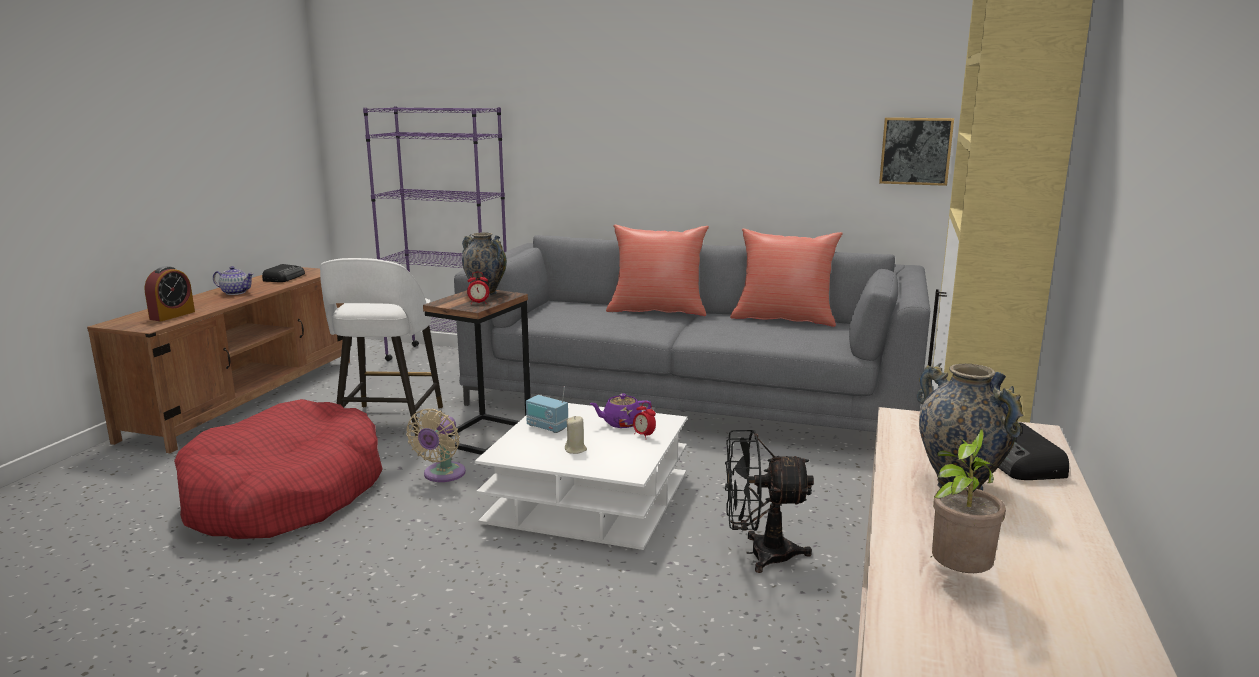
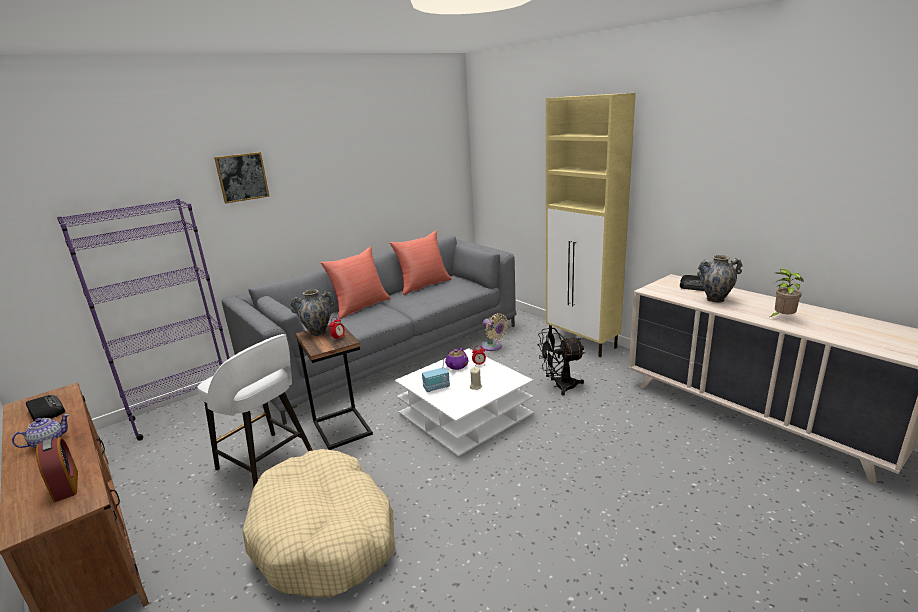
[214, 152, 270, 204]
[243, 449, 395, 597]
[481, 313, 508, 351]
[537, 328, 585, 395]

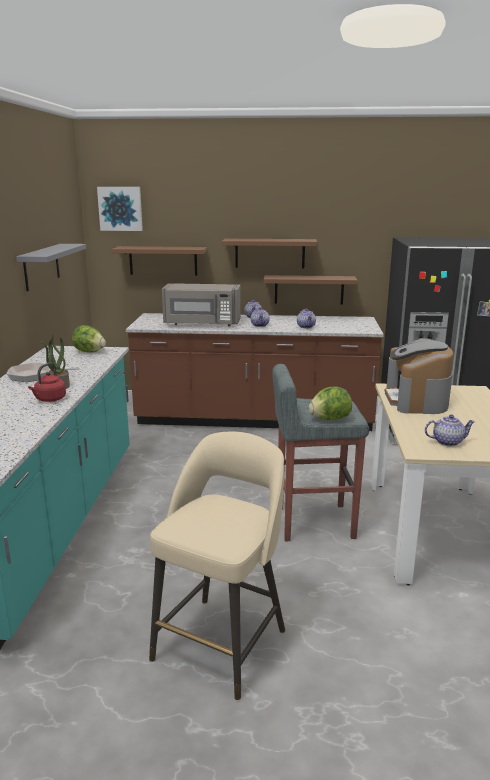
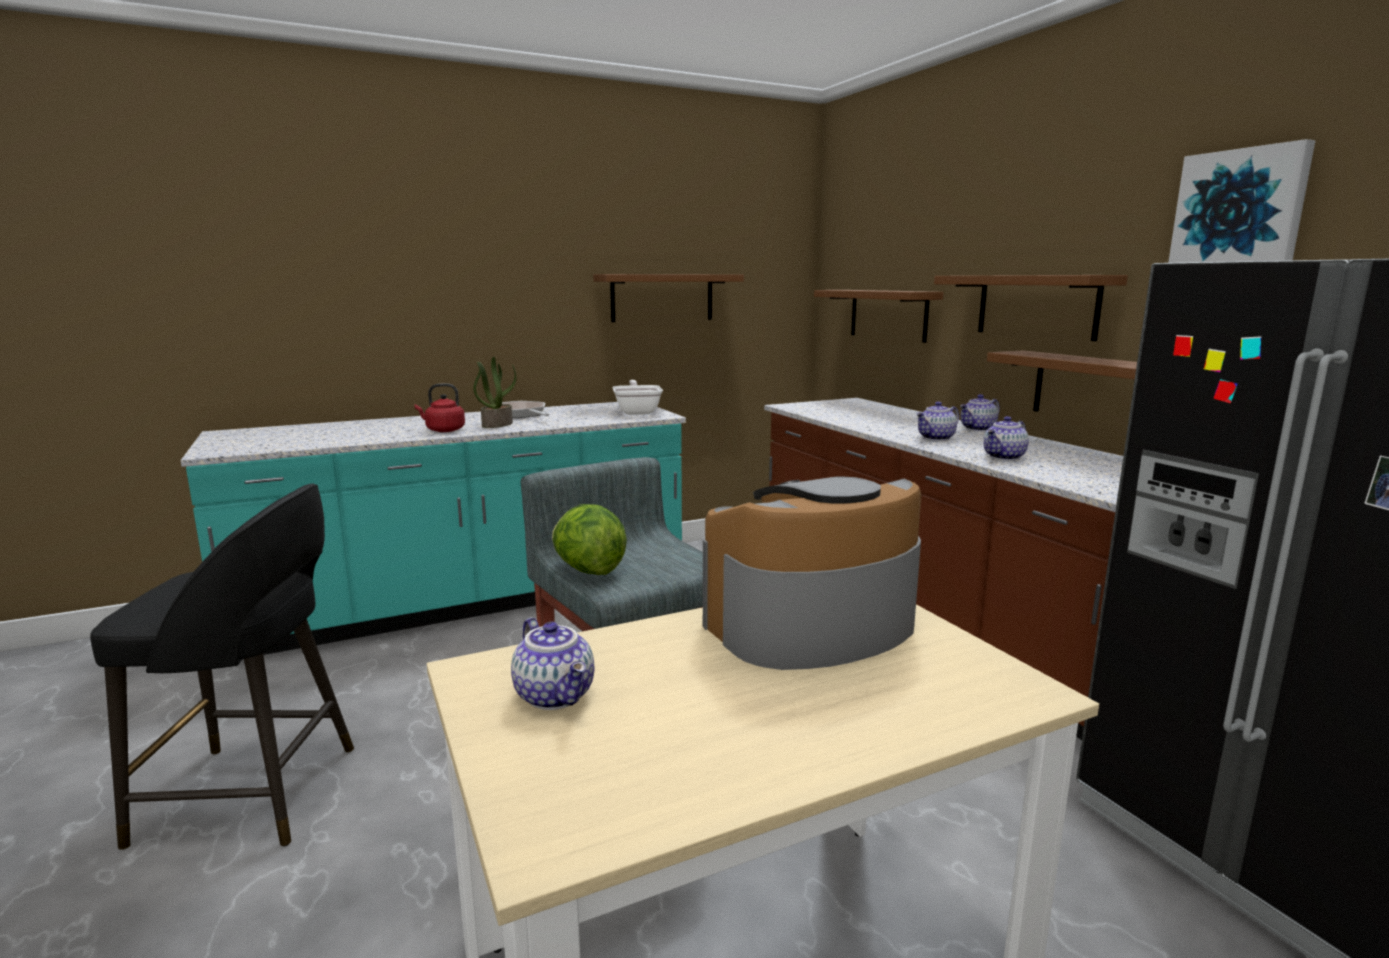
[1168, 139, 1316, 263]
[593, 274, 744, 322]
[162, 283, 241, 326] (first image)
[612, 380, 663, 415]
[90, 484, 354, 850]

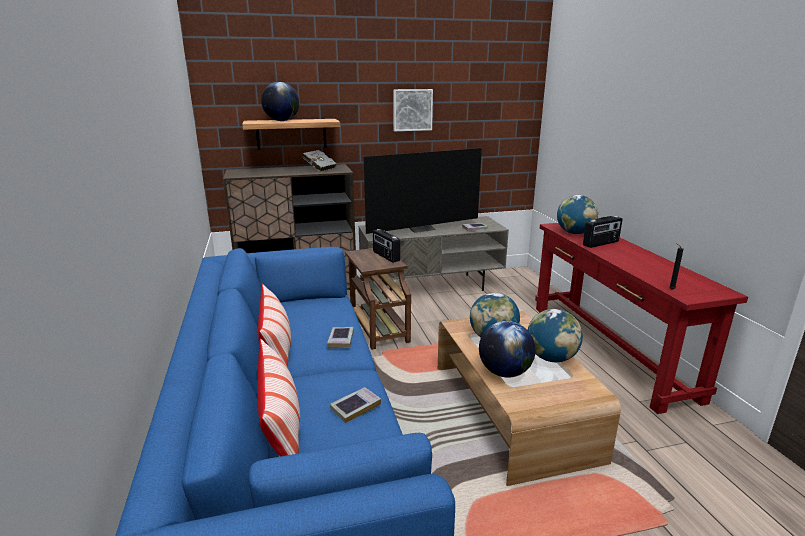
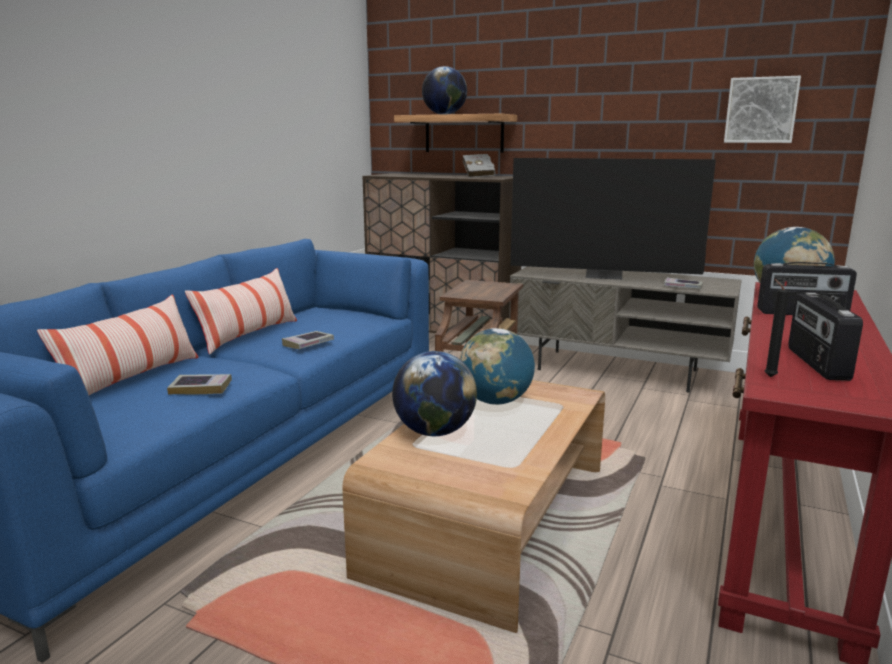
[724, 76, 801, 143]
[788, 293, 863, 381]
[528, 309, 583, 362] (first image)

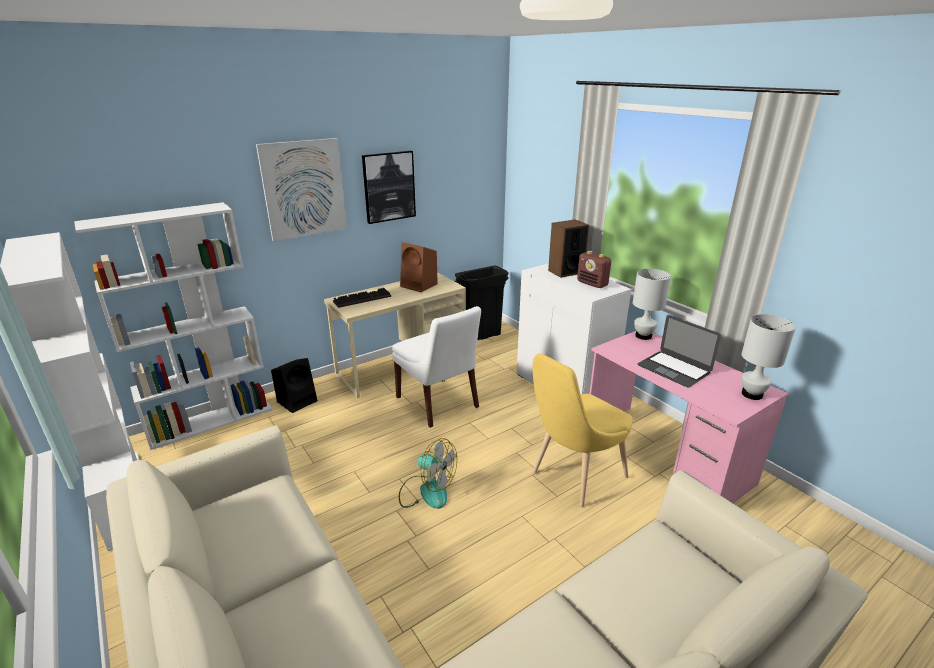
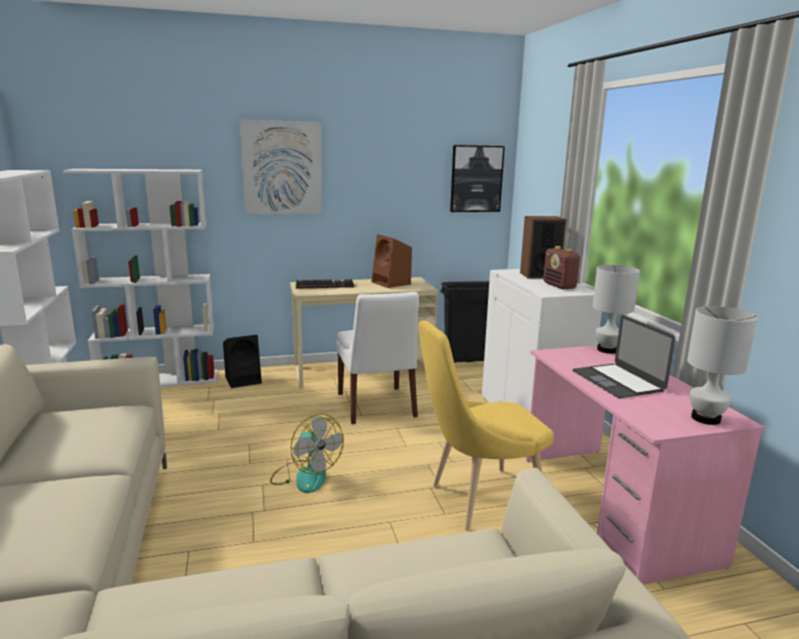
[450, 145, 505, 212]

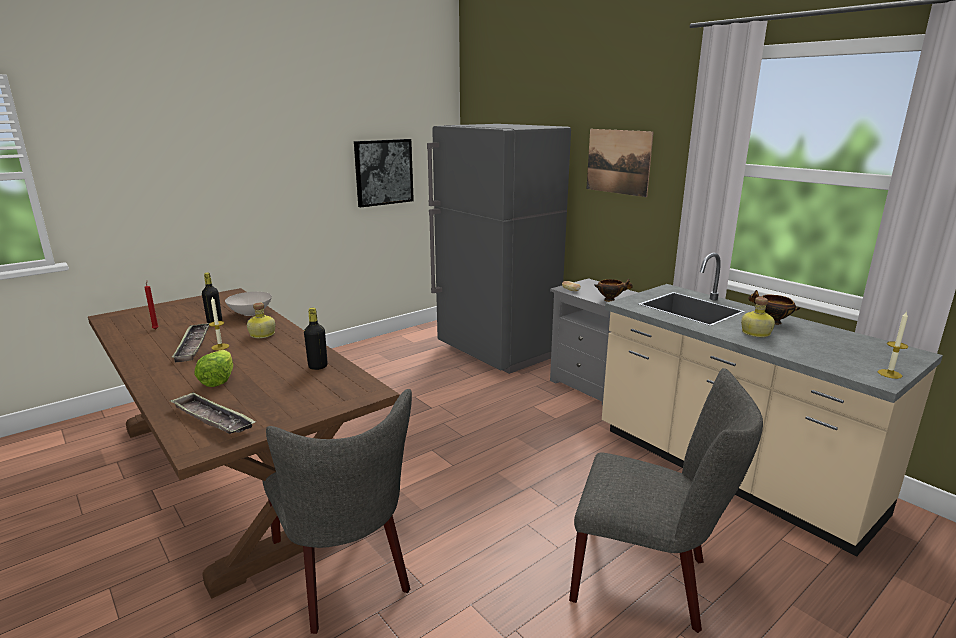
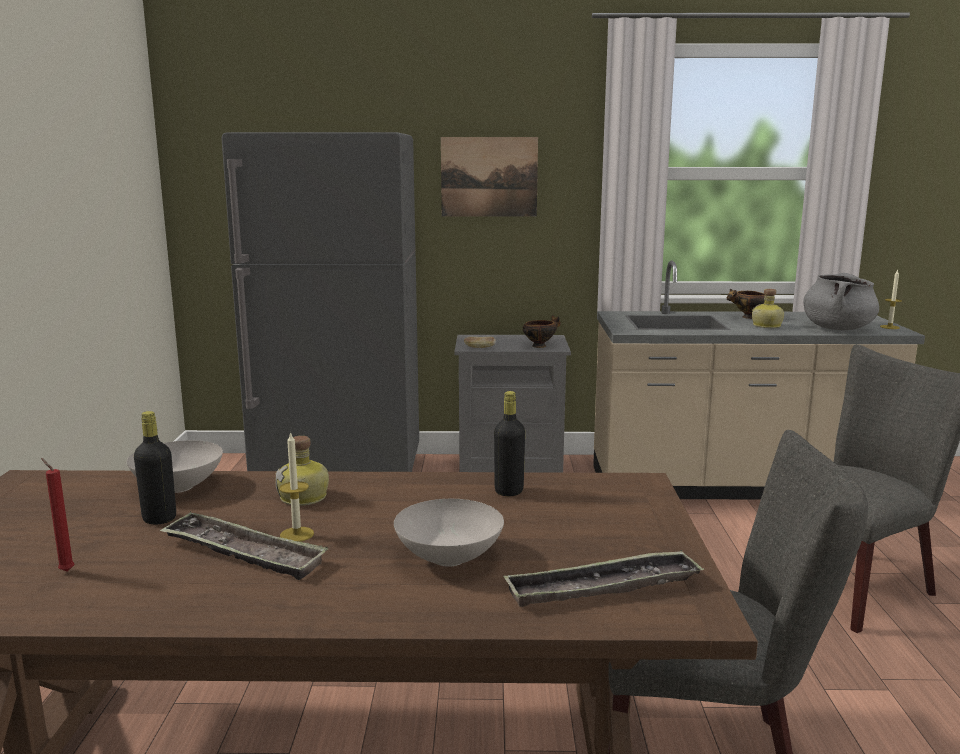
[354, 139, 414, 208] (first image)
[394, 499, 504, 567]
[803, 273, 879, 330]

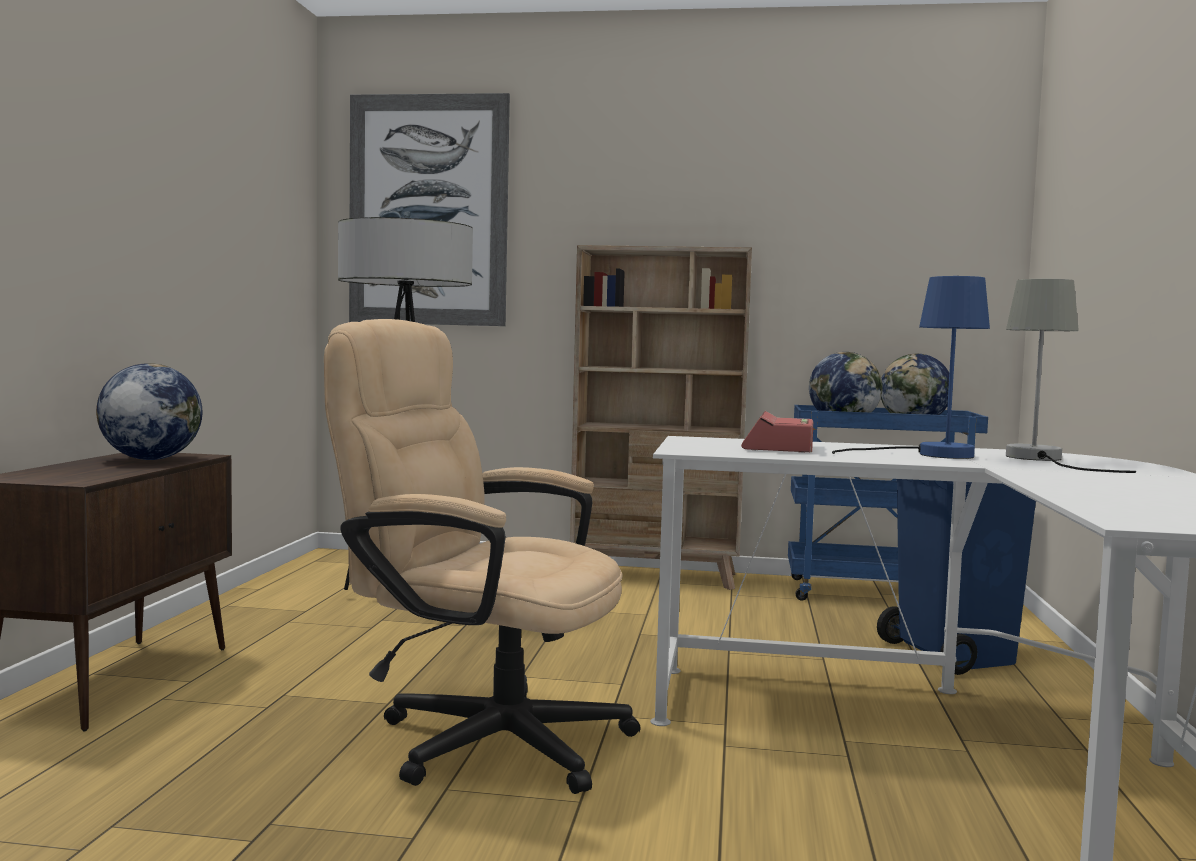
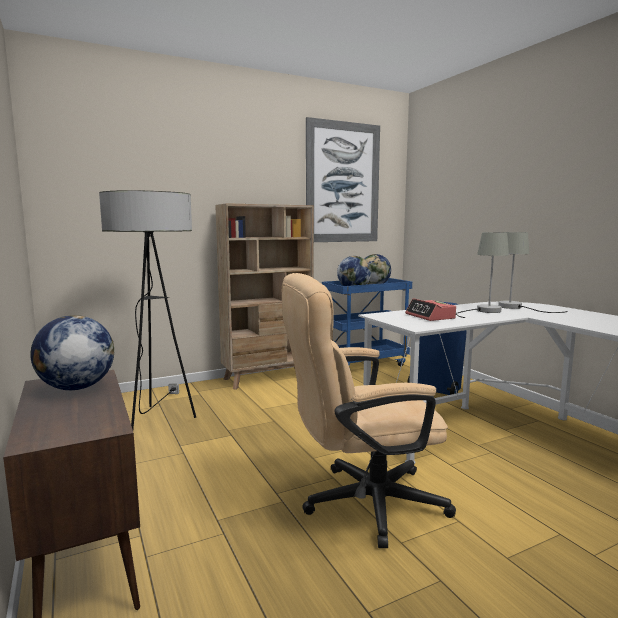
[306, 117, 380, 242]
[456, 232, 509, 318]

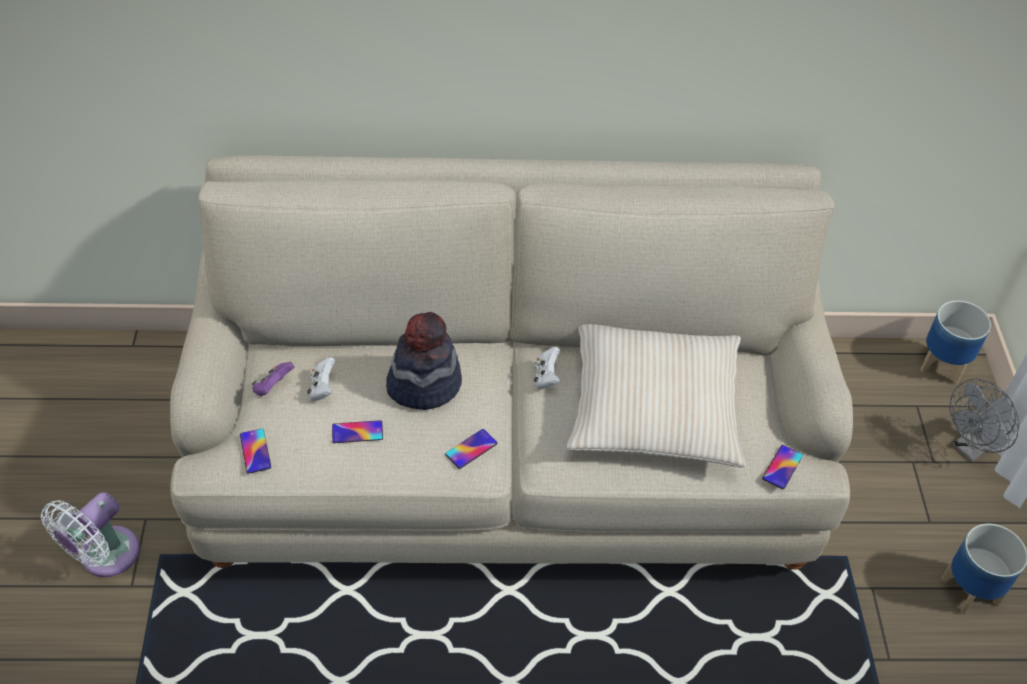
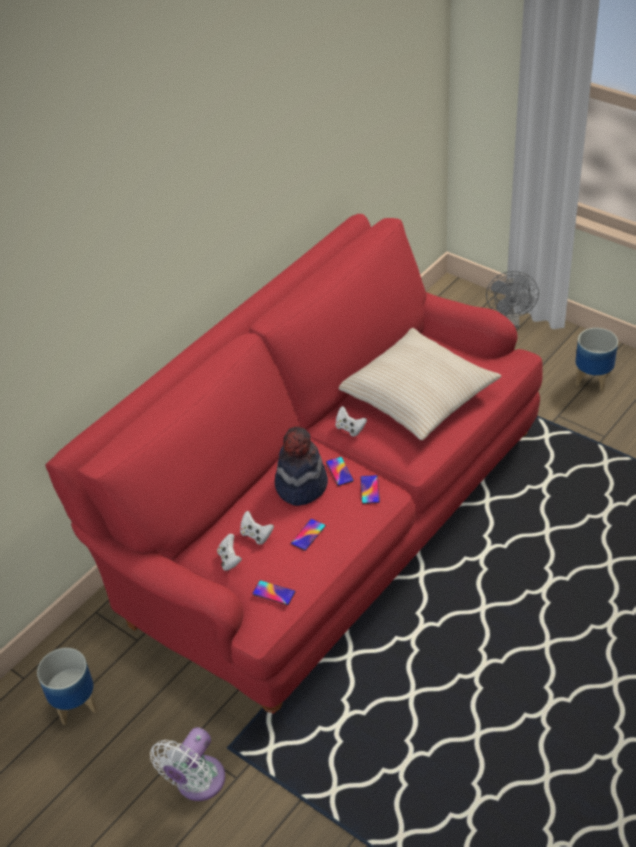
[45, 214, 543, 714]
[37, 648, 97, 725]
[217, 534, 242, 571]
[326, 457, 354, 486]
[150, 727, 225, 801]

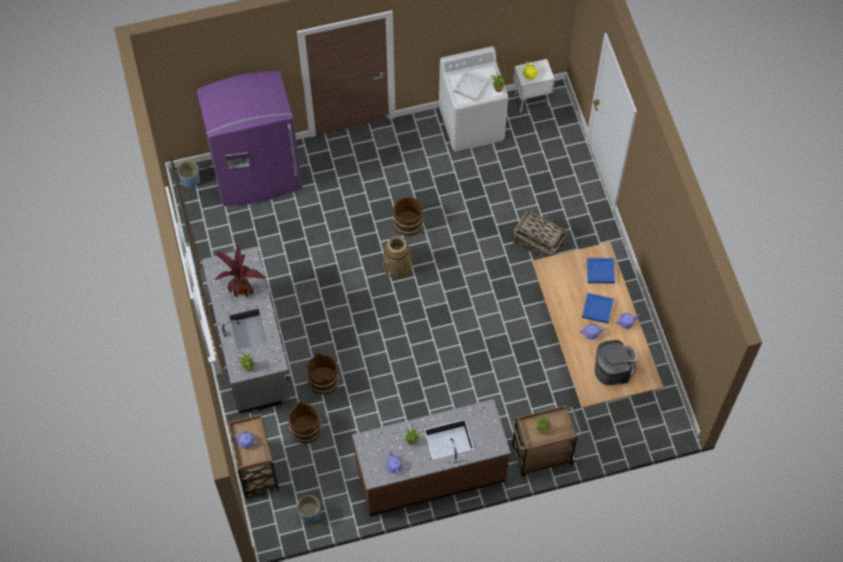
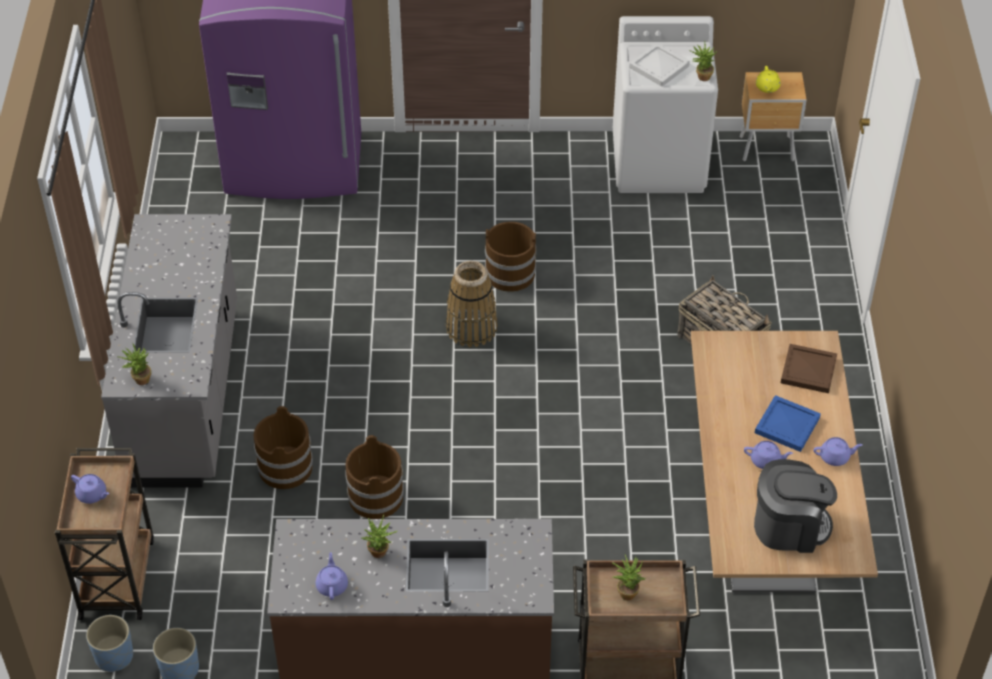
[739, 72, 807, 161]
[86, 615, 133, 672]
[214, 245, 266, 297] (first image)
[781, 344, 837, 393]
[345, 435, 404, 519]

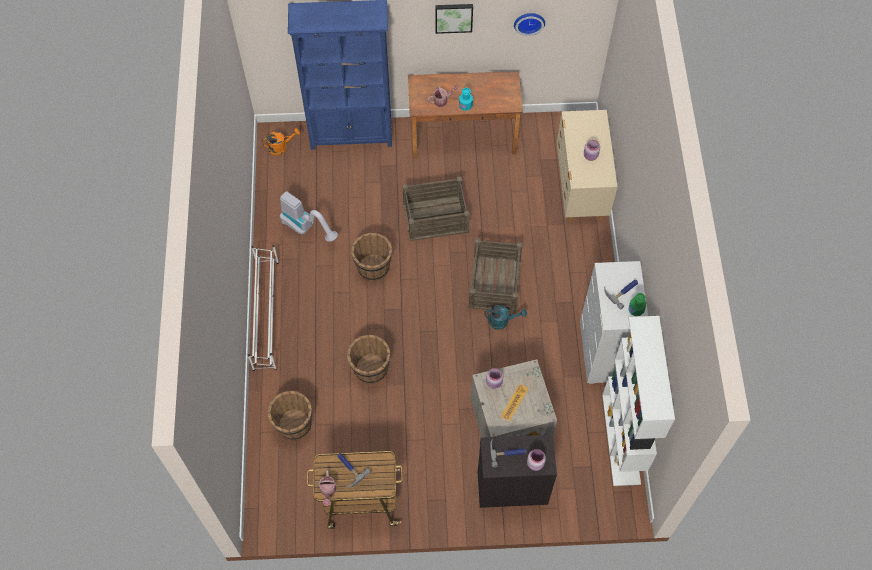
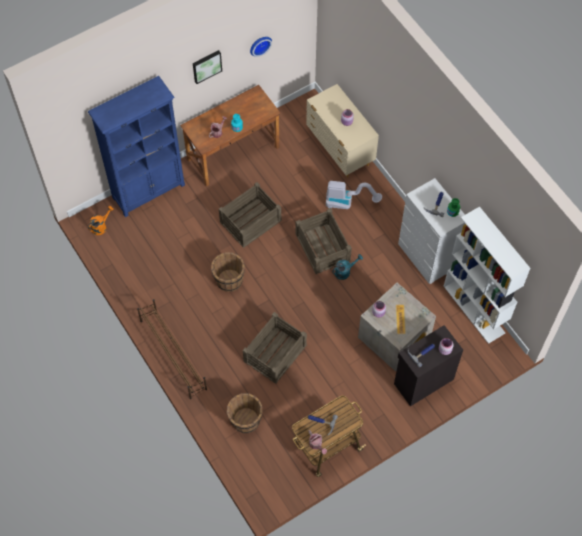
[326, 181, 382, 209]
[137, 299, 207, 399]
[243, 312, 307, 384]

